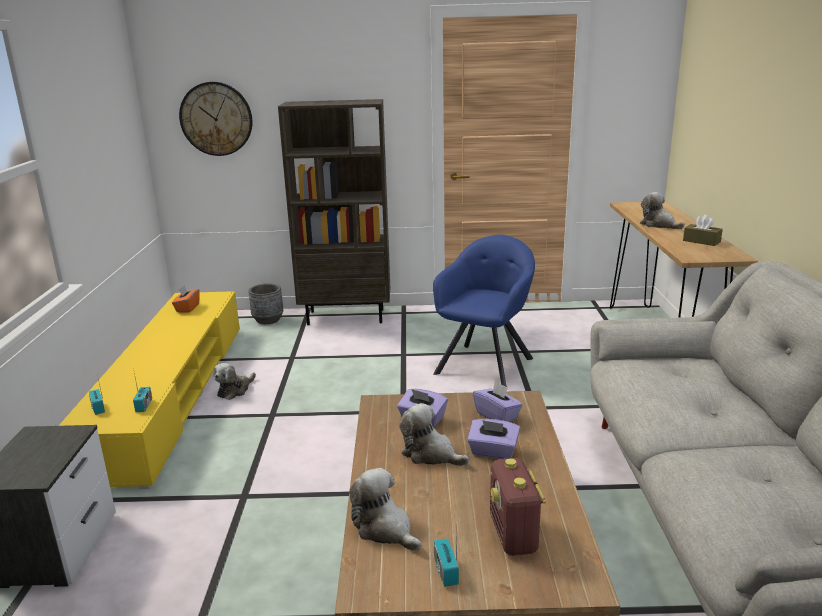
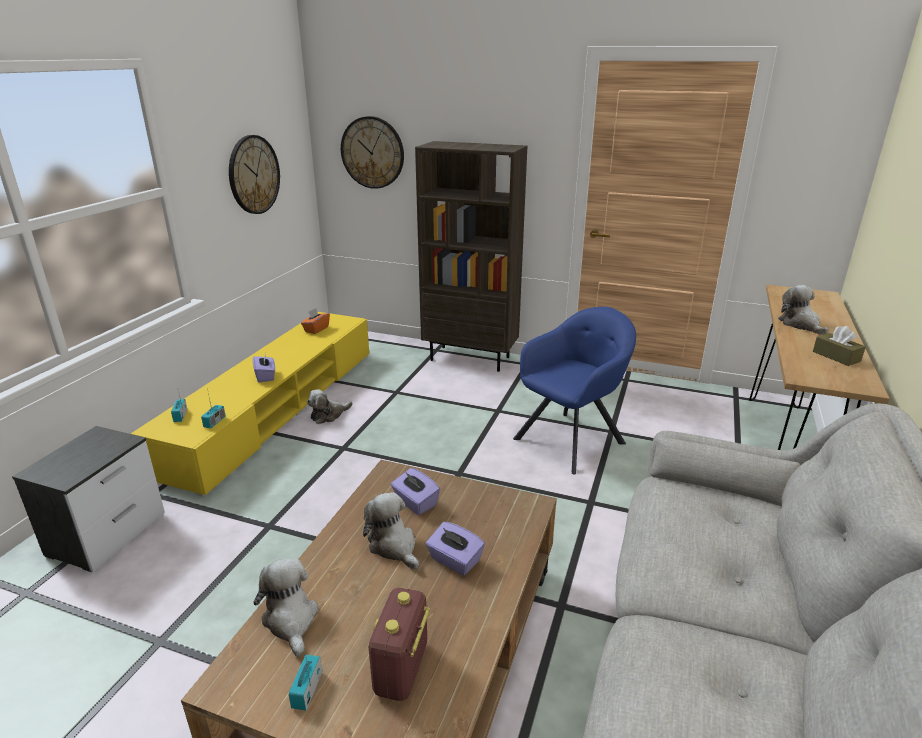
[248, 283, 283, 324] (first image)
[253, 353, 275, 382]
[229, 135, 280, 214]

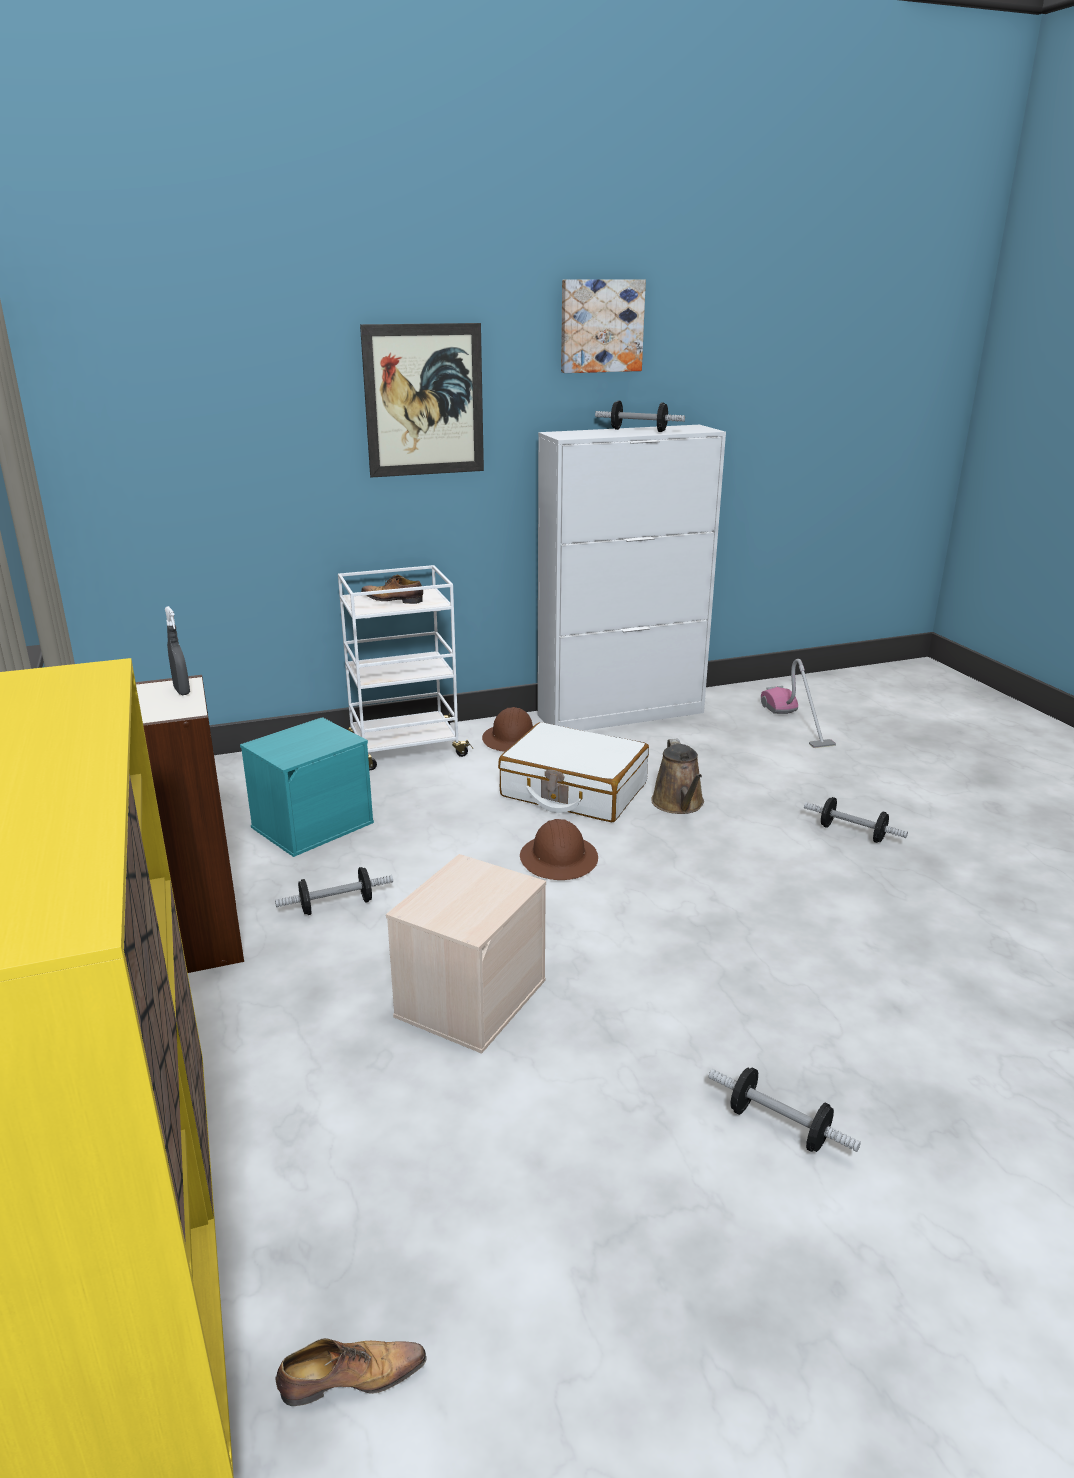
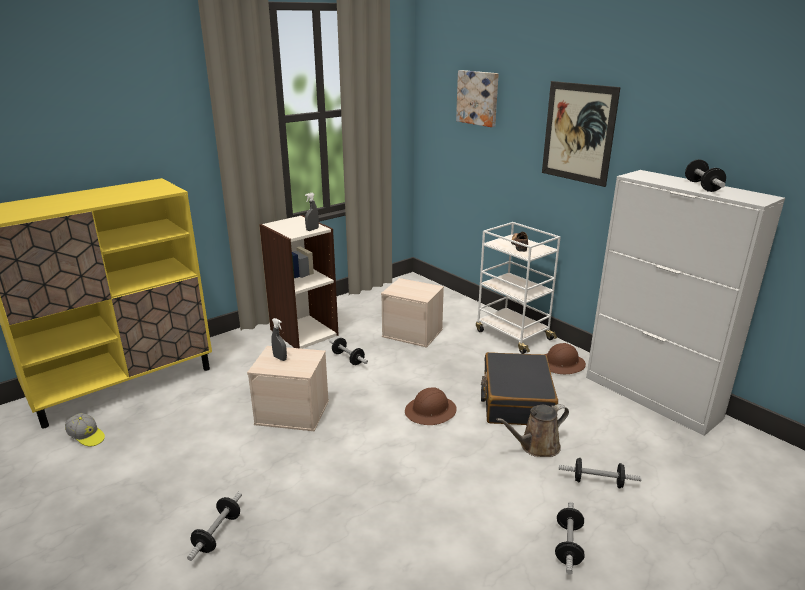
[456, 70, 499, 127]
[761, 659, 836, 748] (first image)
[381, 278, 444, 348]
[481, 352, 558, 425]
[65, 413, 105, 446]
[272, 318, 287, 361]
[559, 458, 642, 488]

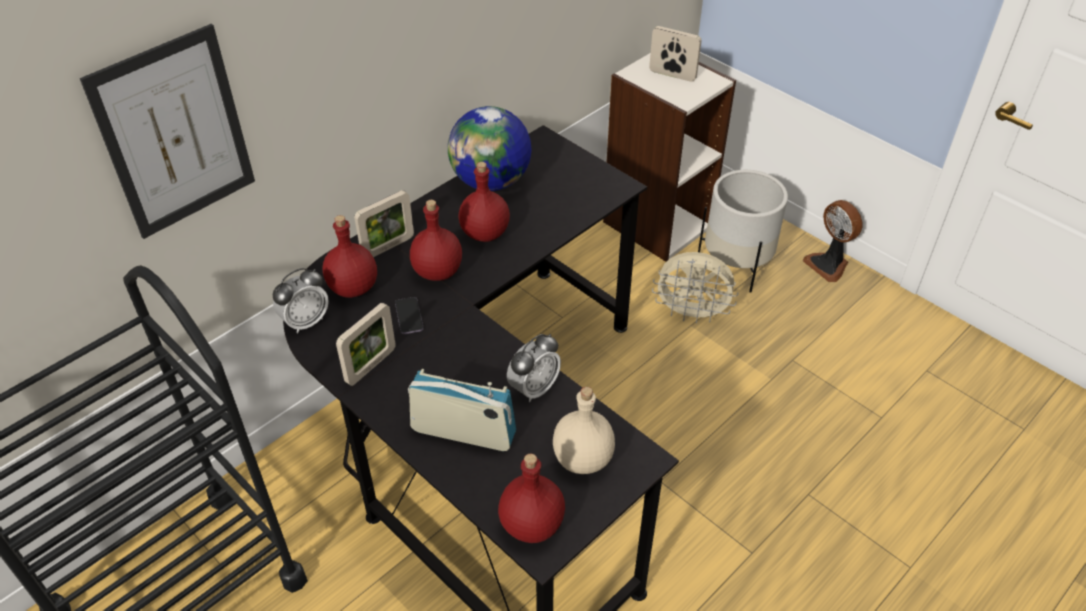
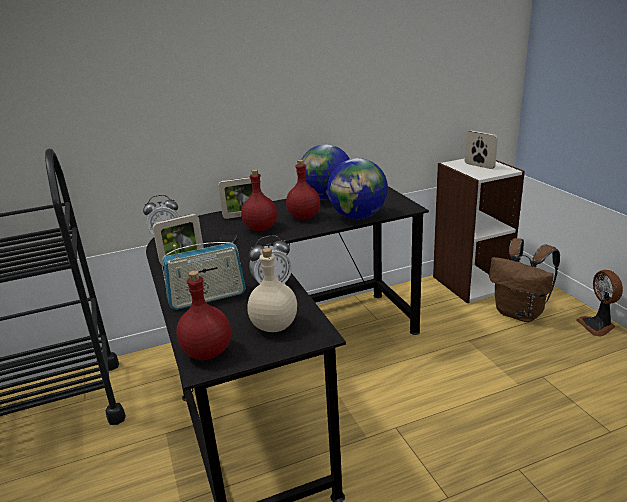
[80, 24, 255, 239] (first image)
[489, 238, 560, 322]
[323, 215, 377, 298] (first image)
[652, 252, 738, 323] (first image)
[162, 242, 246, 310]
[327, 158, 388, 219]

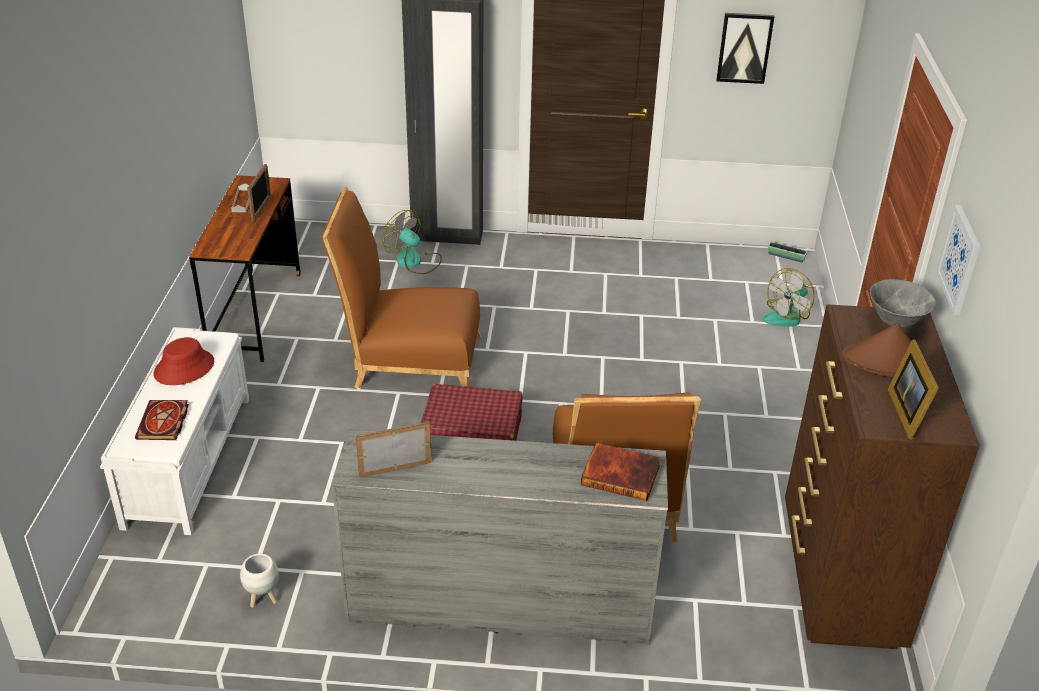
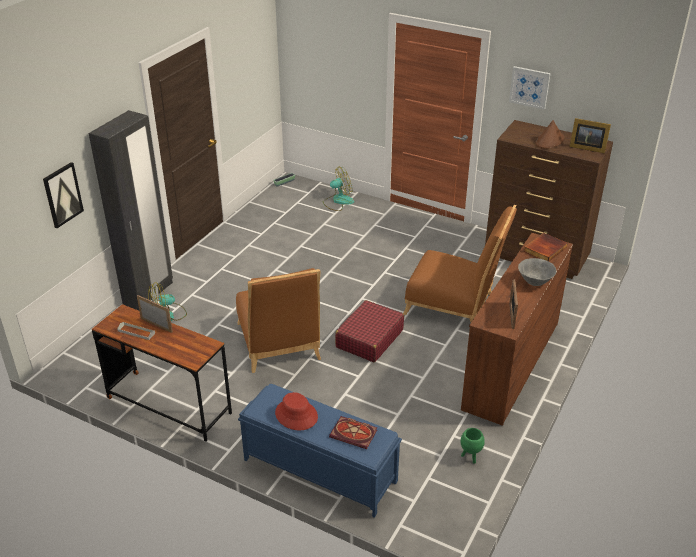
[43, 162, 84, 228]
[236, 268, 321, 373]
[323, 166, 354, 211]
[518, 258, 557, 286]
[238, 384, 402, 518]
[461, 233, 573, 426]
[460, 428, 485, 464]

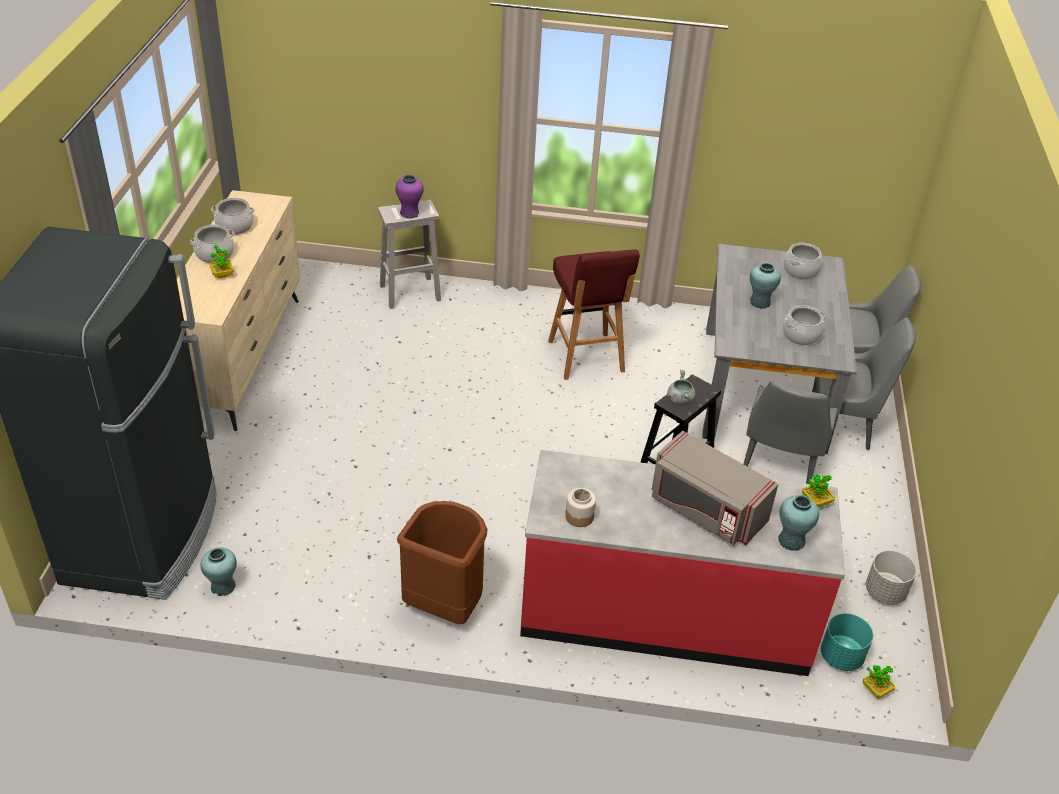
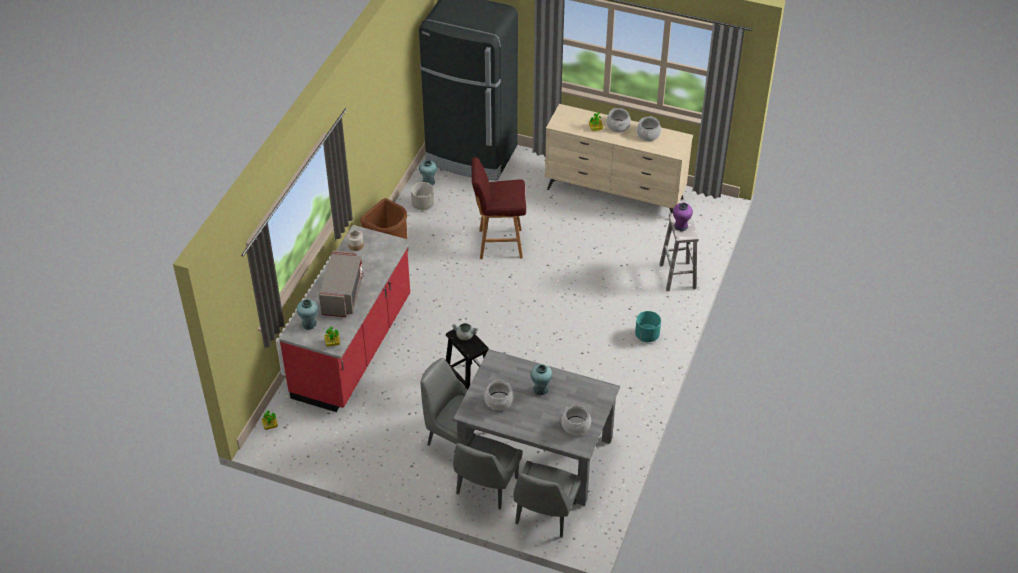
[472, 157, 526, 259]
[319, 251, 364, 317]
[411, 182, 434, 210]
[635, 311, 661, 342]

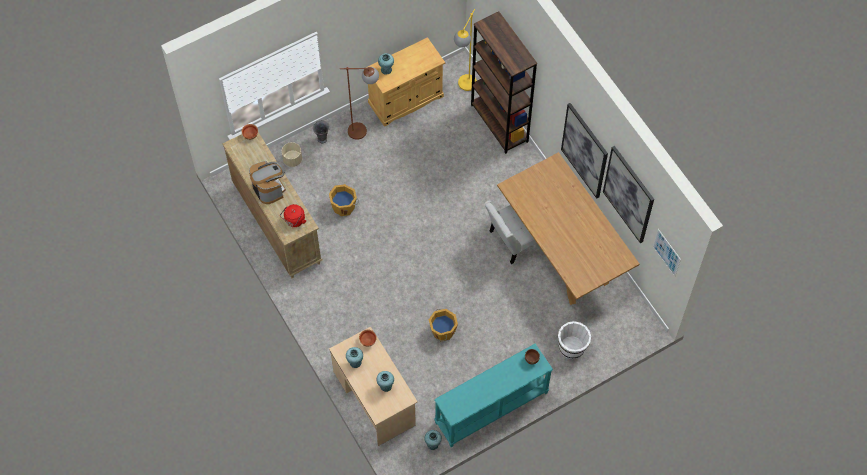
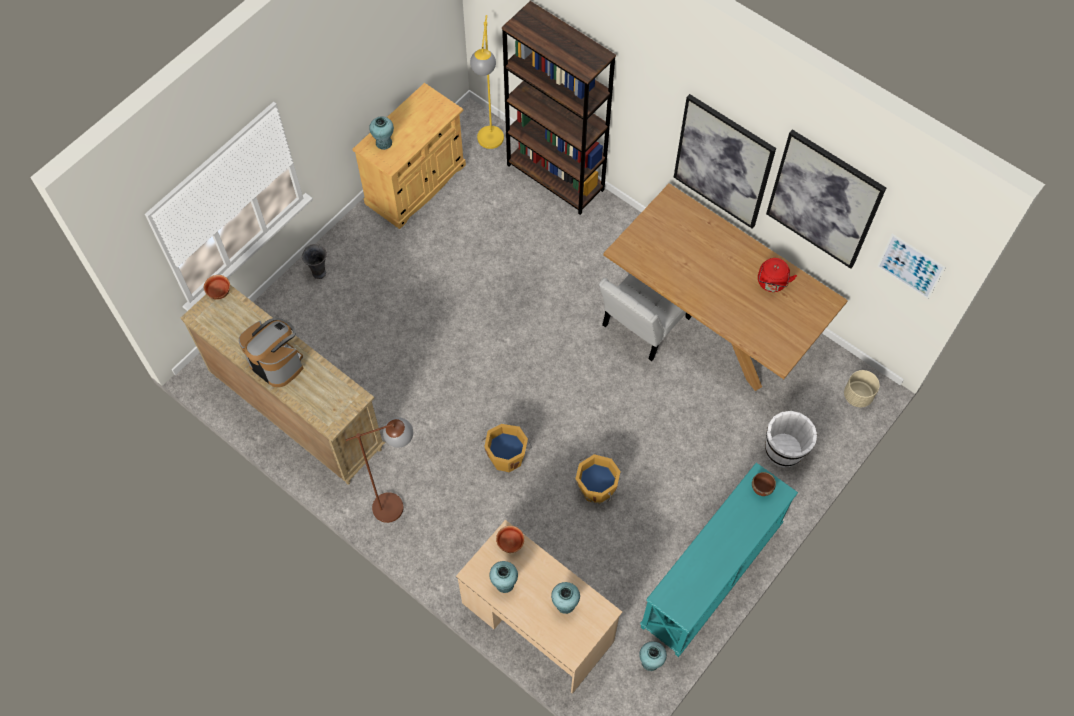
[346, 417, 413, 523]
[844, 370, 880, 407]
[482, 424, 532, 472]
[758, 258, 797, 292]

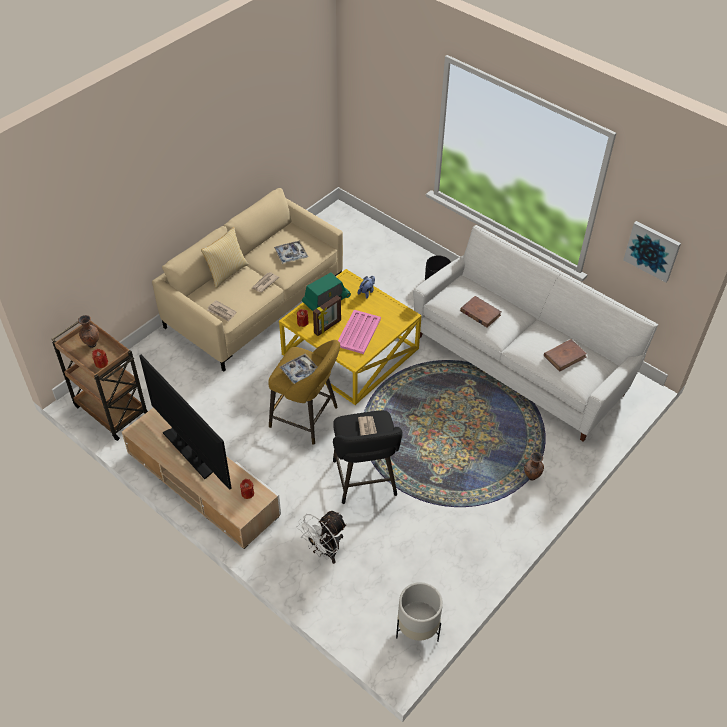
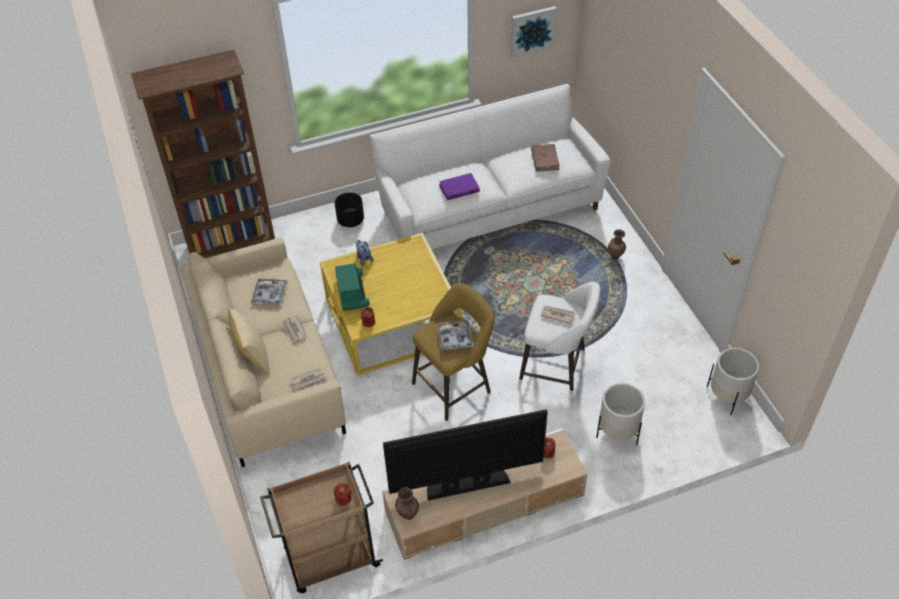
[313, 295, 341, 336] (first image)
[439, 173, 480, 200]
[338, 310, 381, 354] (first image)
[395, 487, 419, 520]
[518, 282, 600, 398]
[596, 383, 645, 445]
[131, 50, 275, 258]

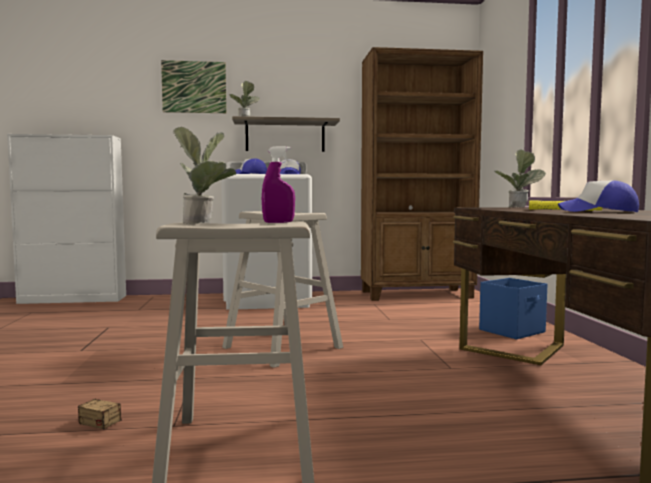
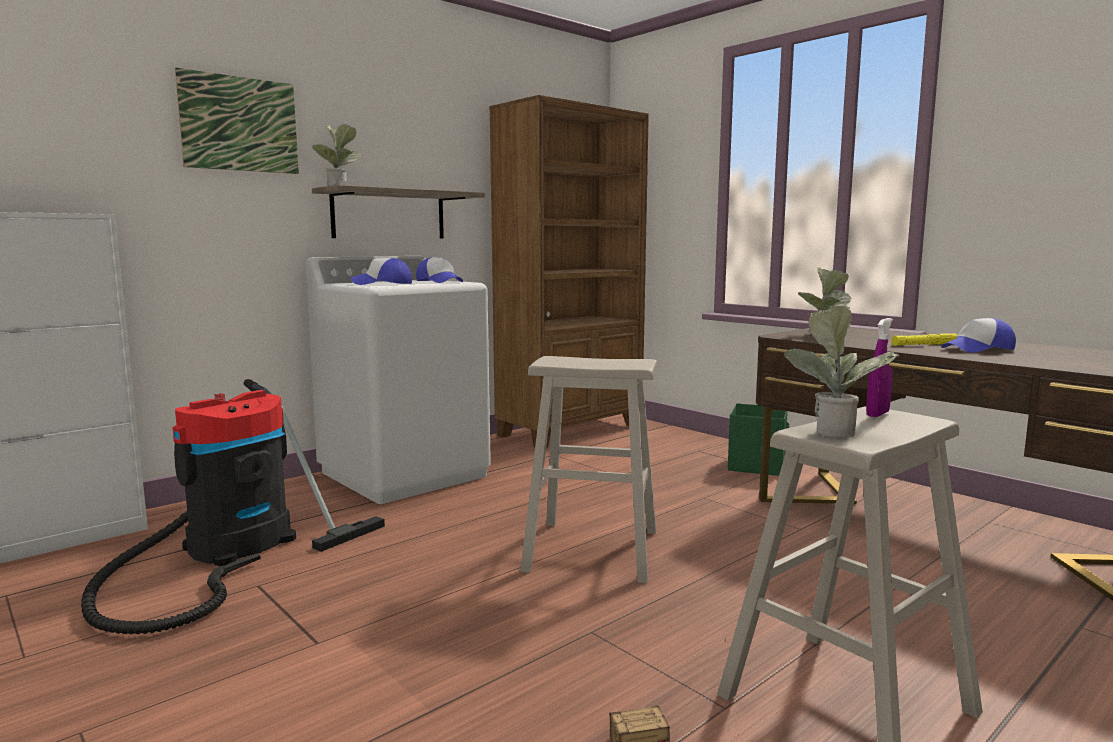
[728, 403, 789, 476]
[81, 379, 385, 634]

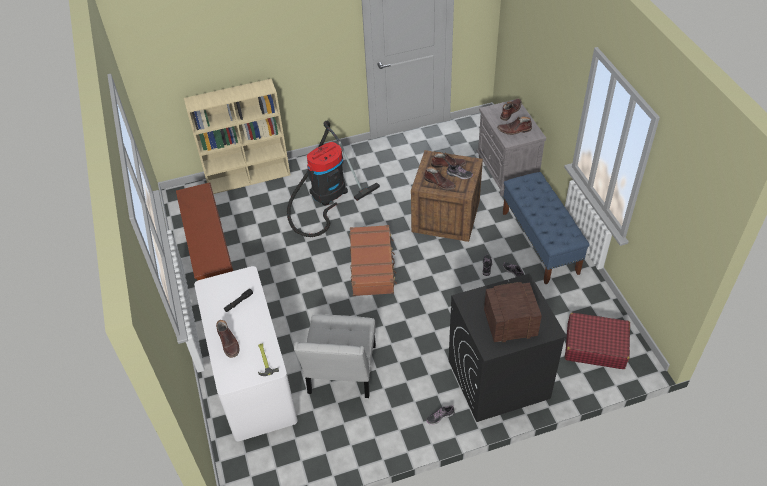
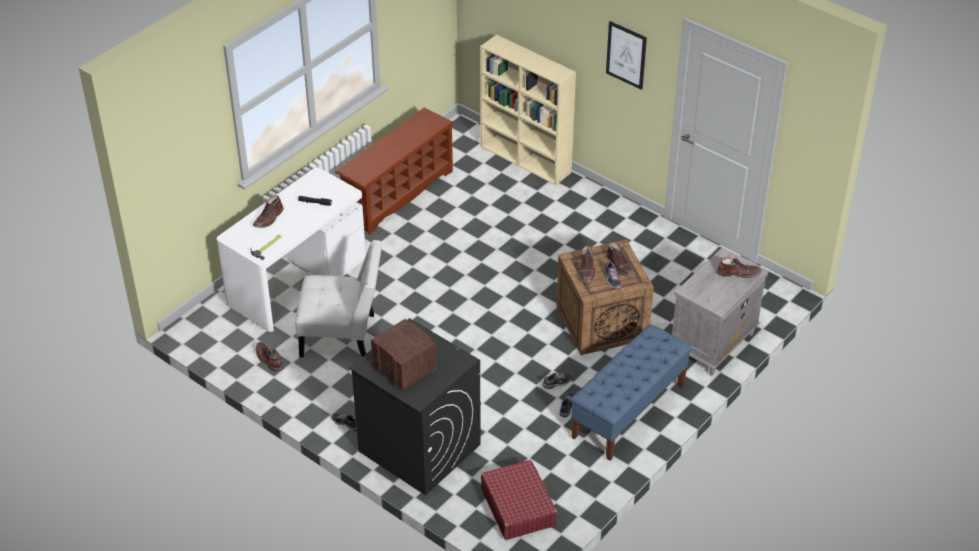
[256, 342, 283, 372]
[287, 121, 380, 237] (first image)
[349, 225, 397, 296] (first image)
[295, 240, 382, 357]
[606, 21, 647, 90]

